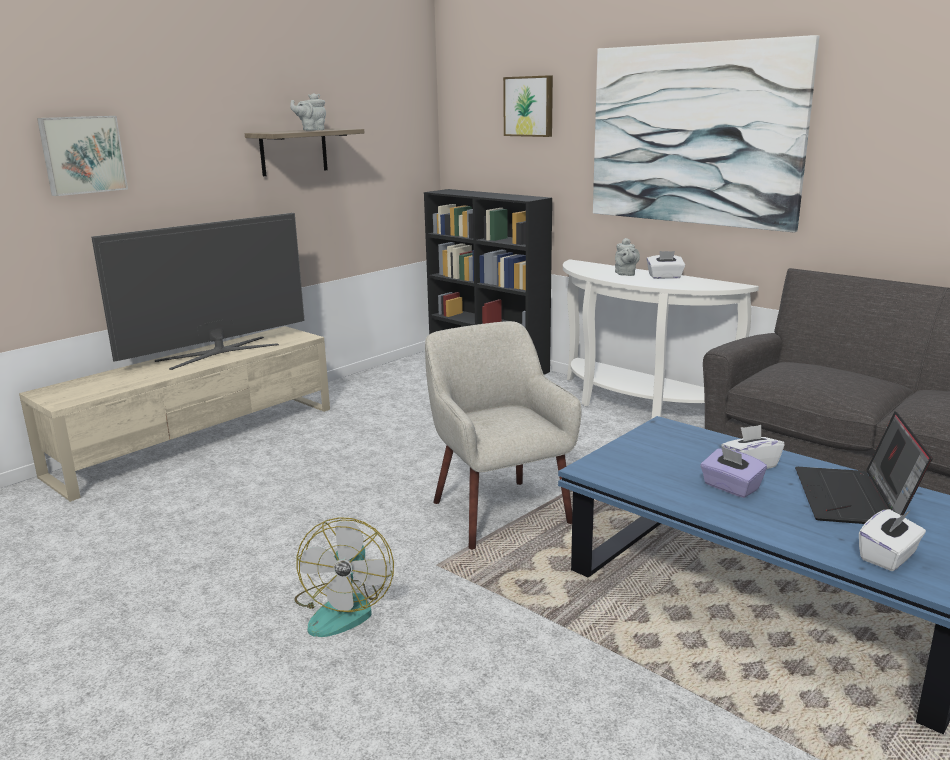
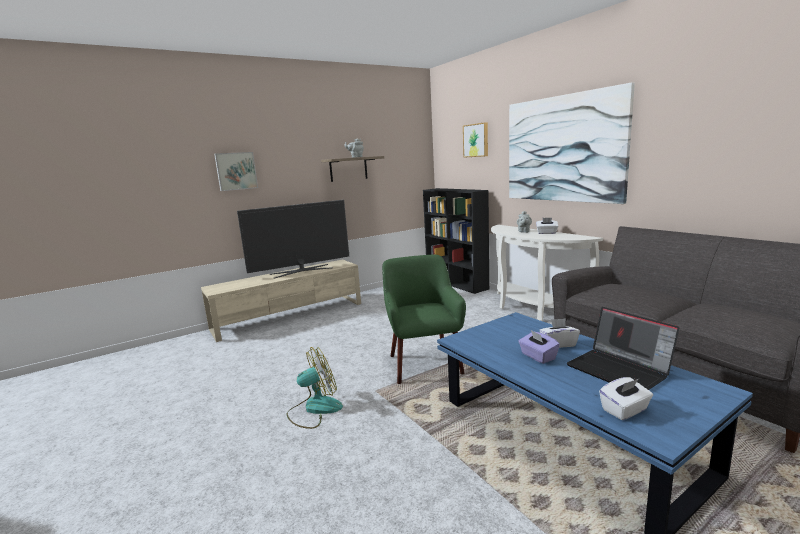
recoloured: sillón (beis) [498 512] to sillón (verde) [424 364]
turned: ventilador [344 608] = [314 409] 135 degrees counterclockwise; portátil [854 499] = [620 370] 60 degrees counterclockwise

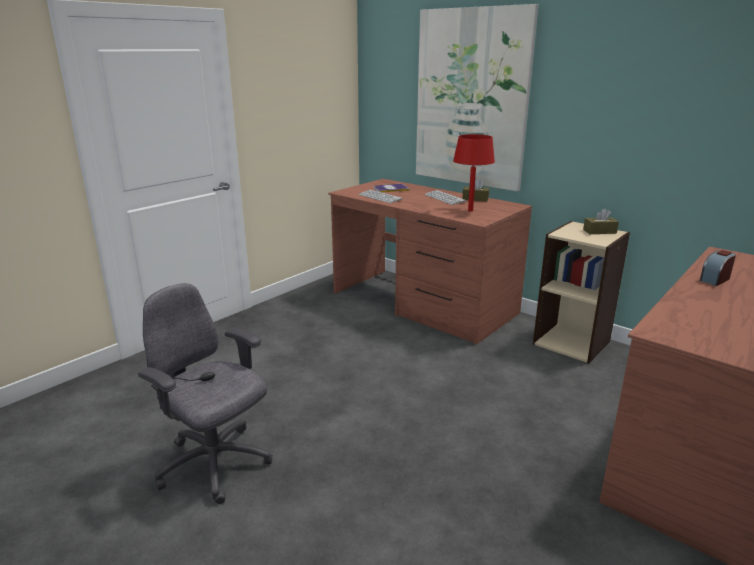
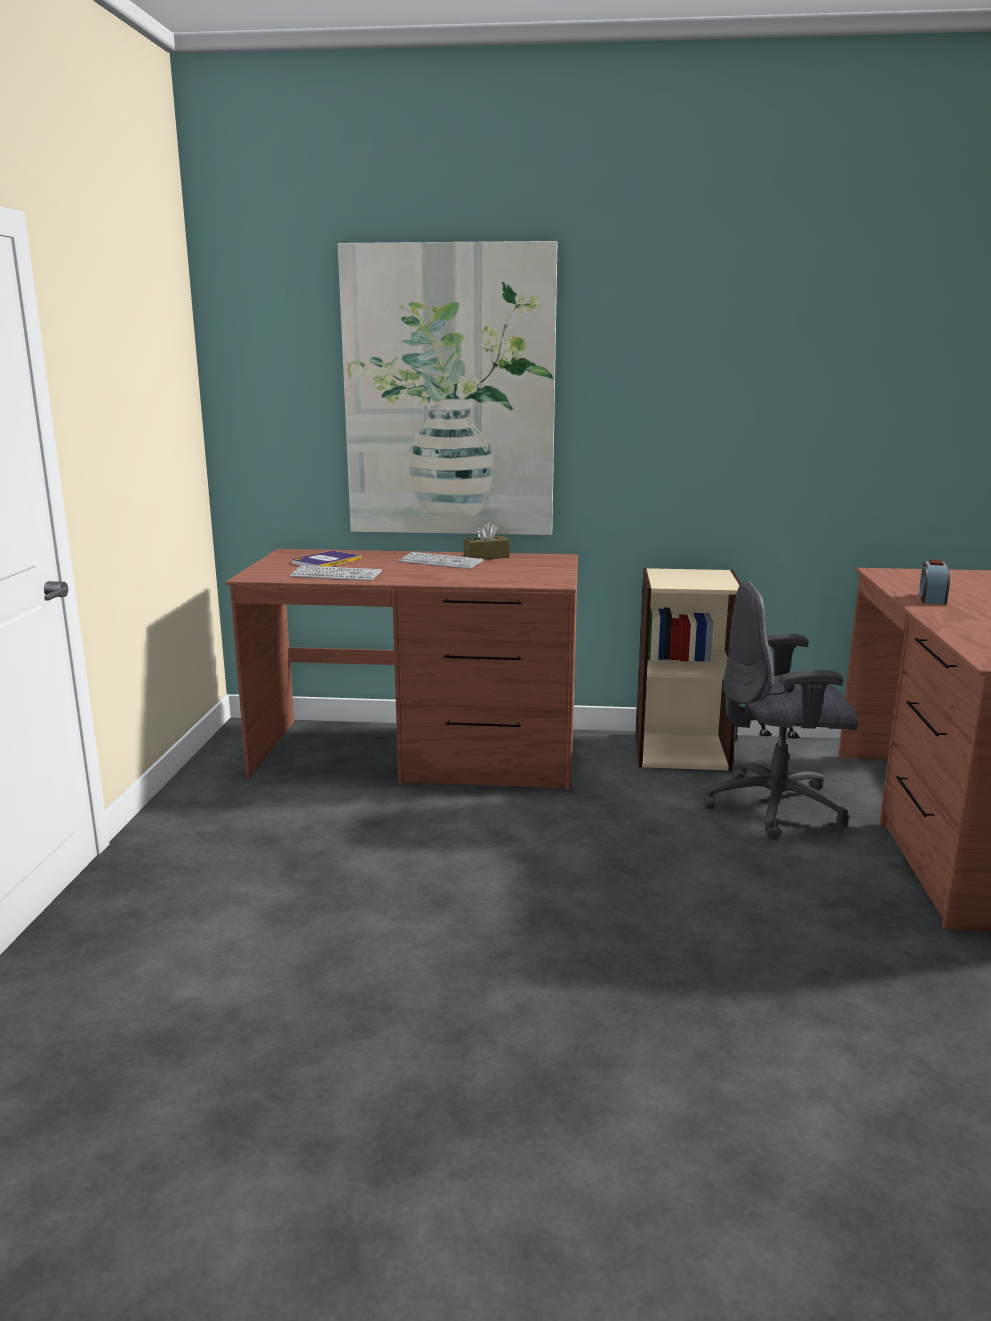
removed: lámpara de mesa (rojo) [470 210]; caja de pañuelos (marrón) [599 231]
moved: silla de oficina (gris) [215 465] to [777 807]

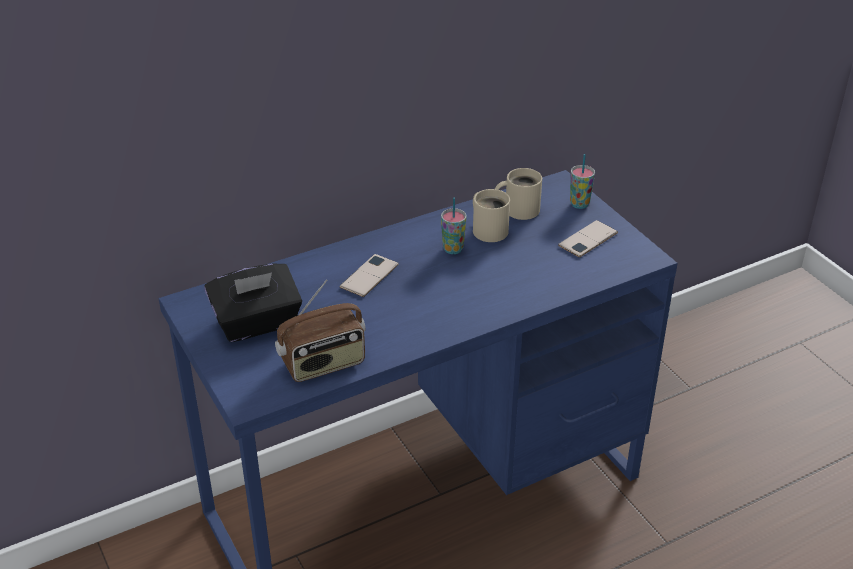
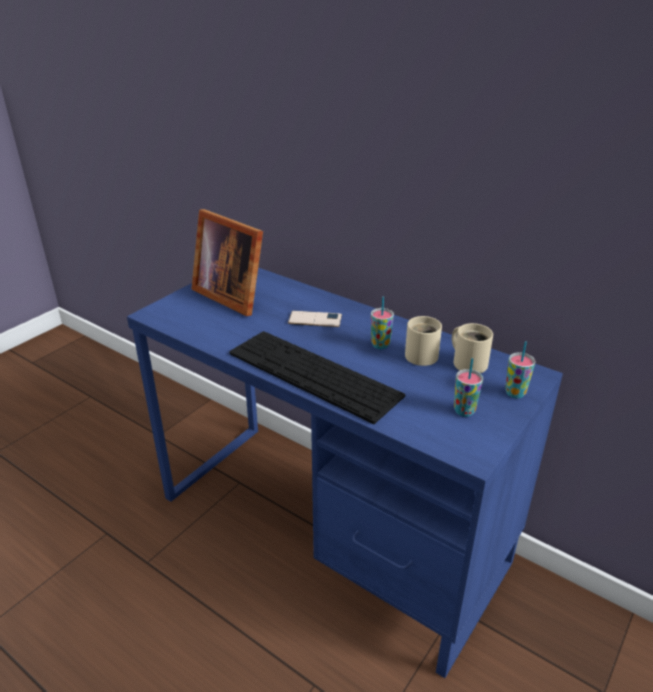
removed: radio [323 364]
added: teclado [313 374]
replaced: caja de pañuelos (negro) [257 323] to portarretratos [231 295]; móvil [588 239] to taza [464 411]

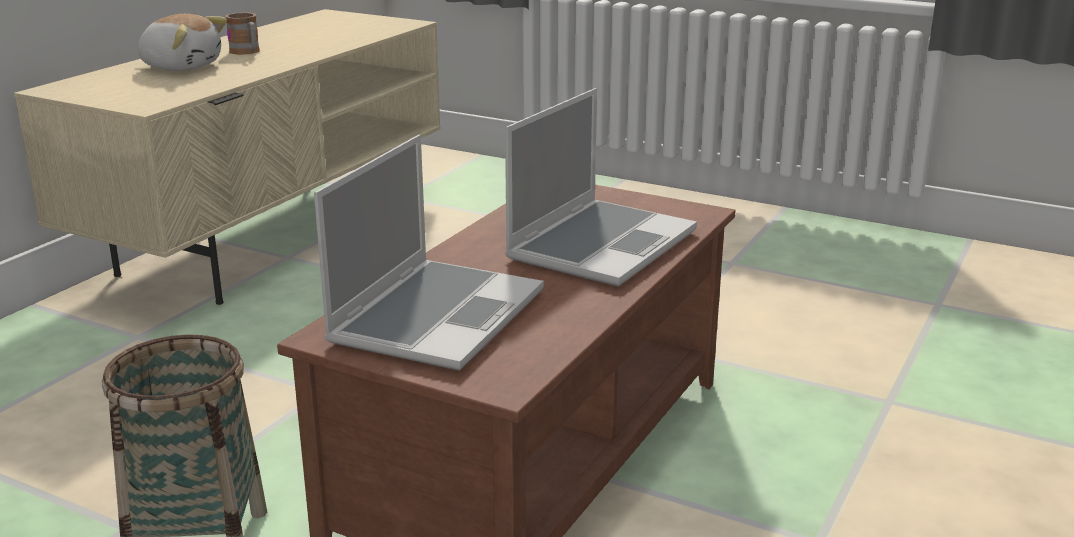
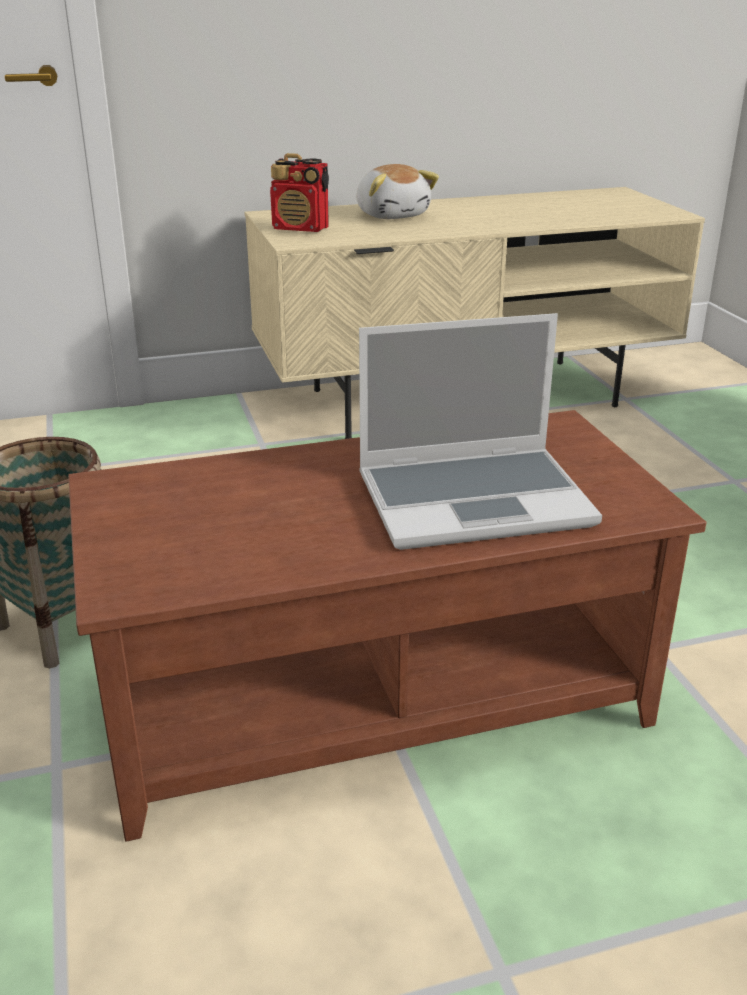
removed: taza grande [247 52]; portátil [437 316]
added: radio [301 229]

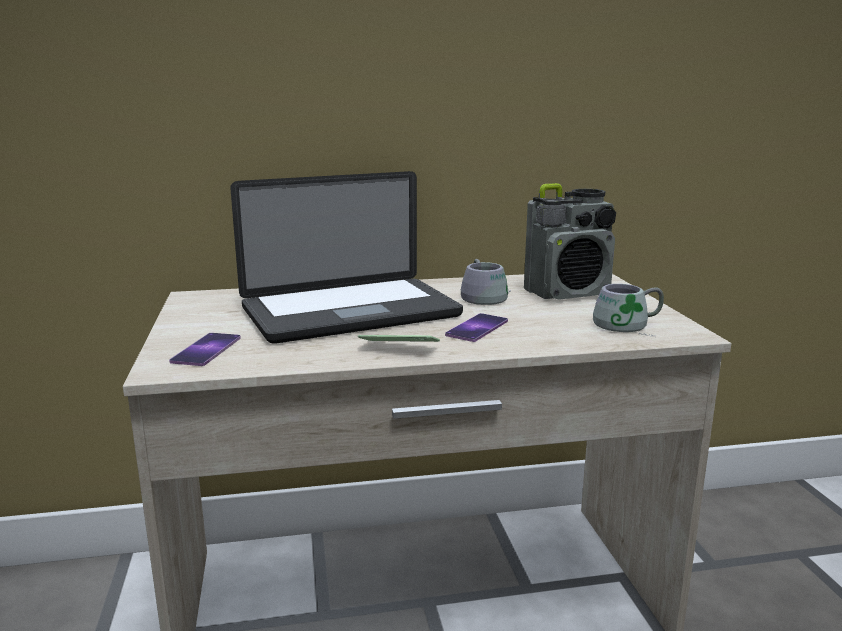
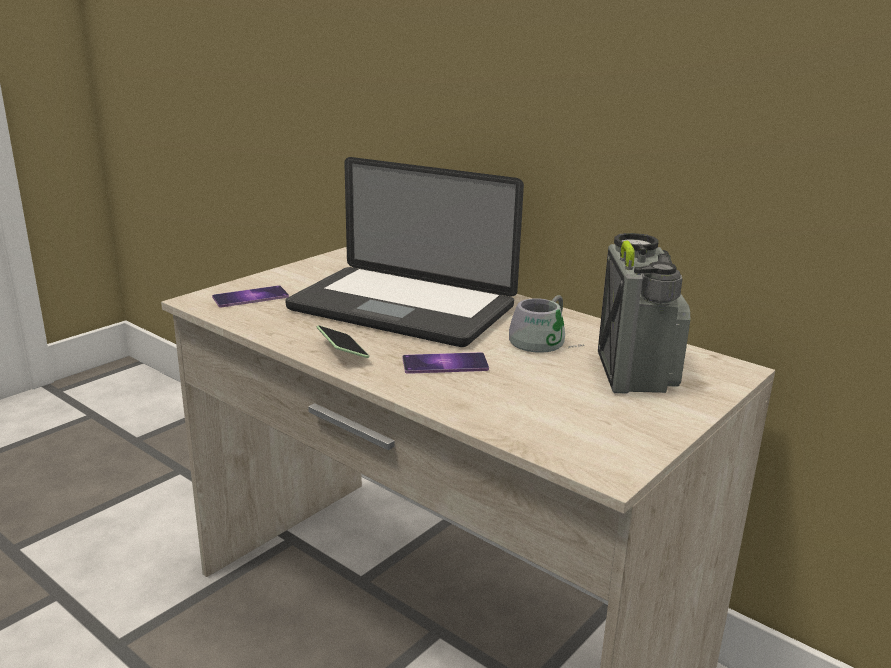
removed: taza grande (gris) [629 326]
turned: radio [568 293] = [635 372] 120 degrees counterclockwise

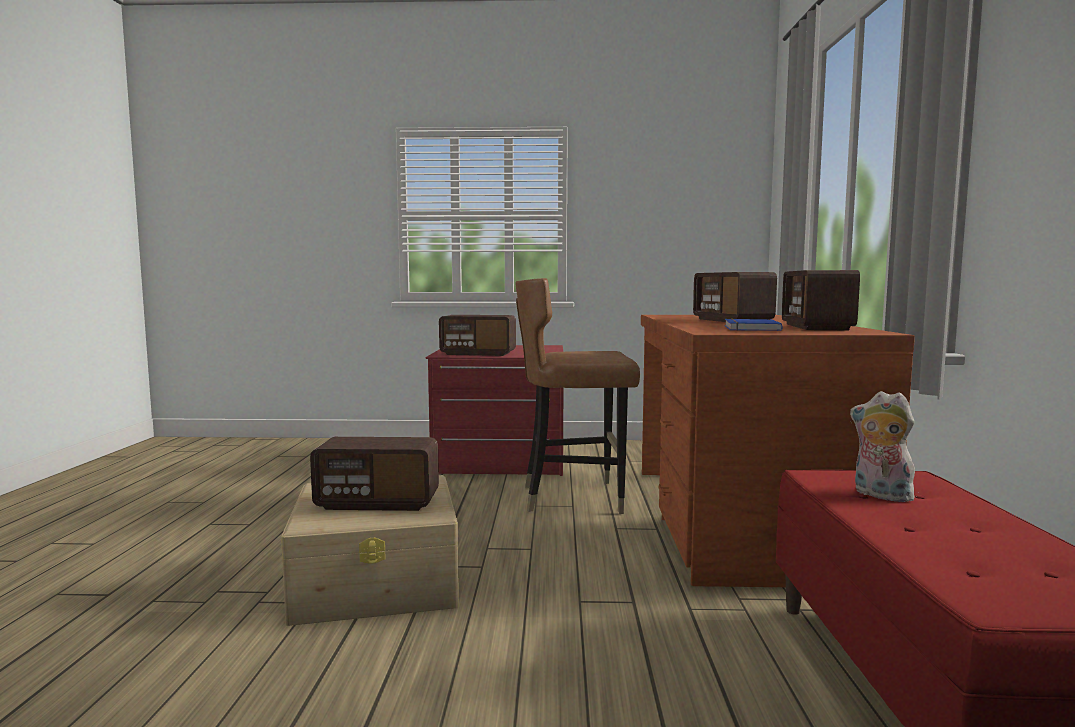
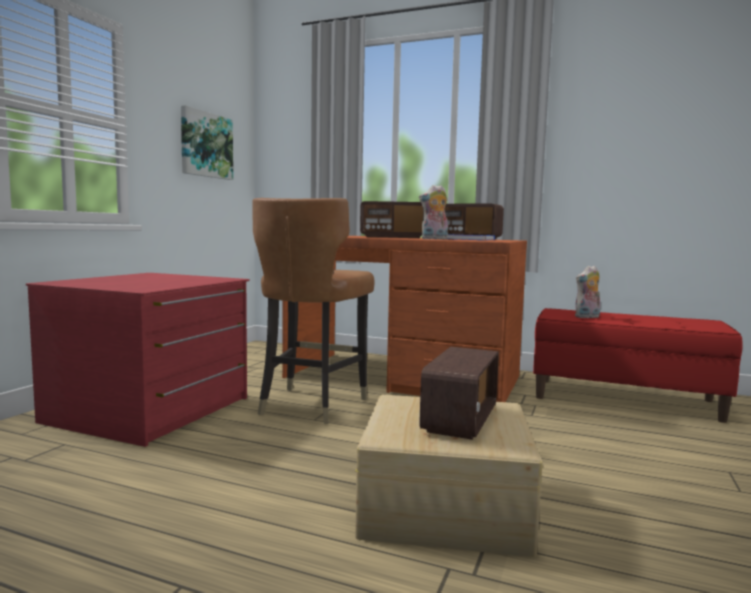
removed: radio [478 354]
added: cuadro [206 145]; peluche [434 239]

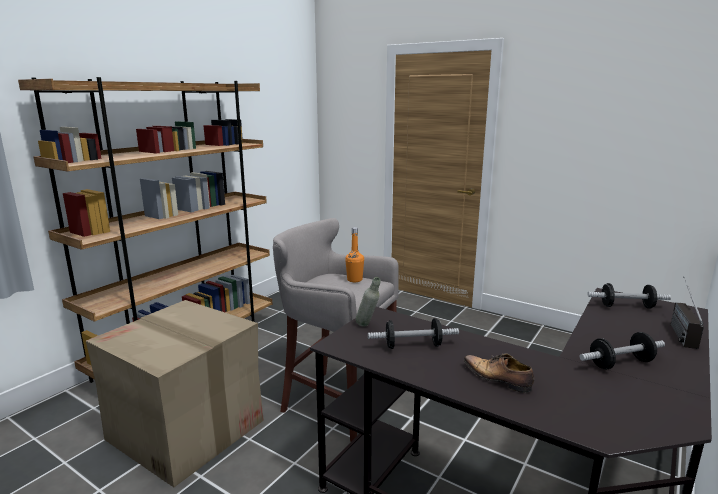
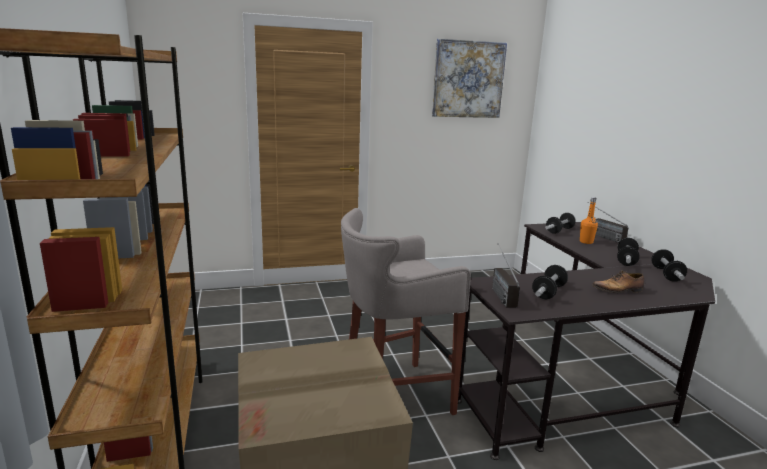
added: cuadro [468 79]; mancuerna [666 274]
moved: botella (naranja) [354 280] to [586 242]
replaced: botella (gris) [368 326] to radio [498 292]

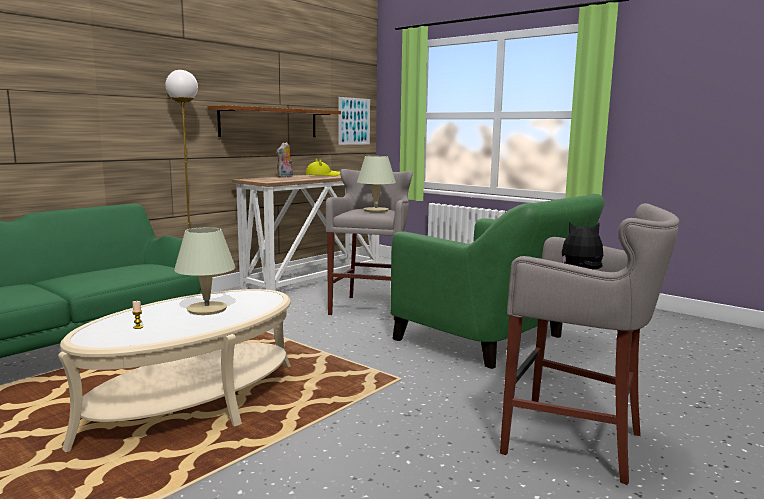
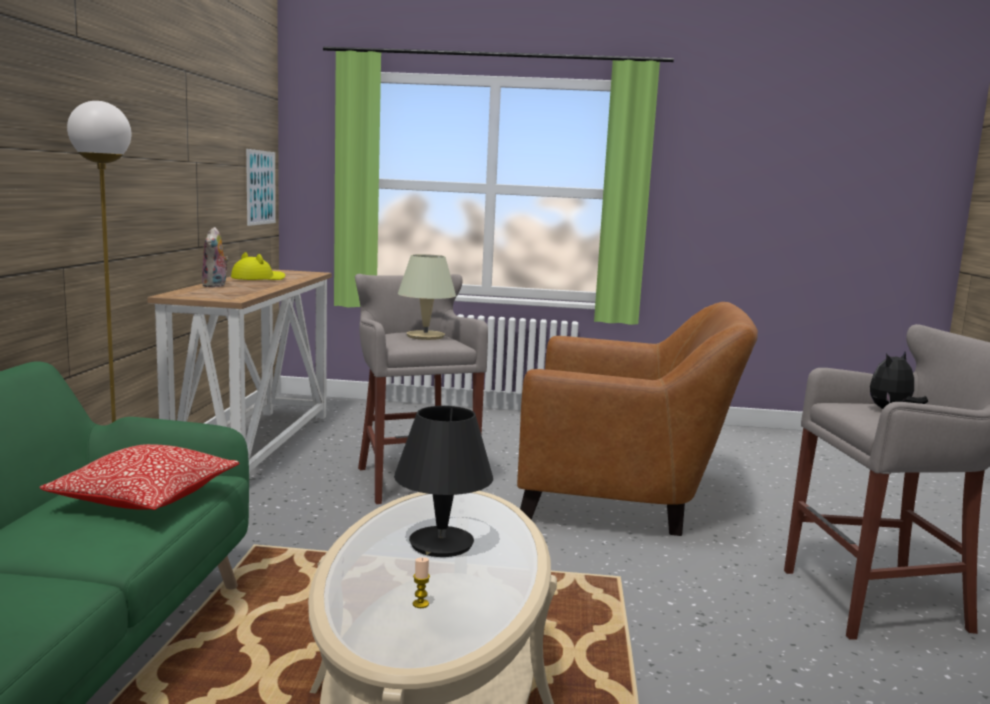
removed: estante (marrón) [269 123]
added: cojín [145 498]
recoloured: lámpara de mesa (beis) [206 309] to lámpara de mesa (negro) [441 544]; sillón (verde) [493 340] to sillón (marrón) [624 497]

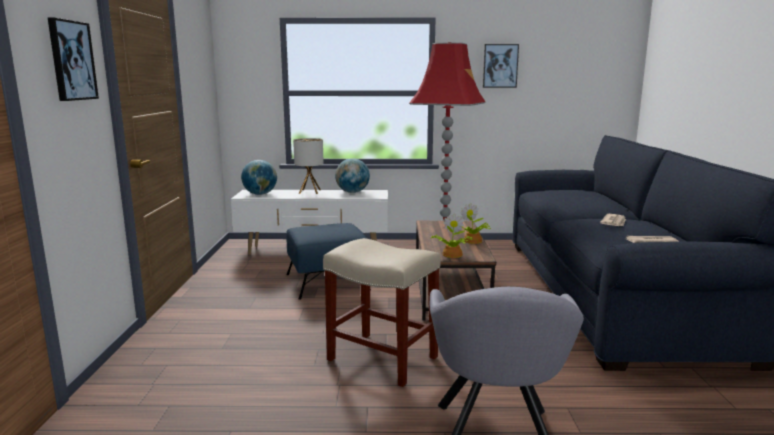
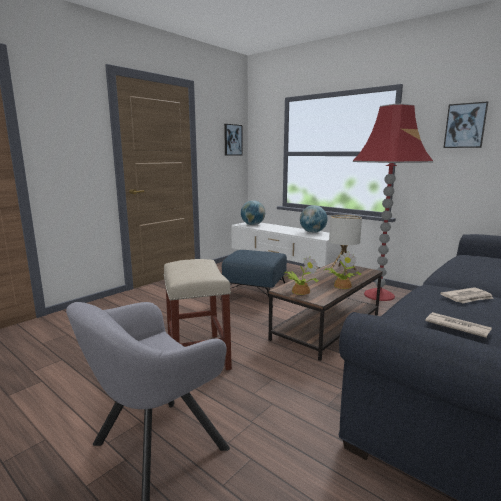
moved: cuadro [71 60] to [232 140]; lámpara de mesa [310 191] to [342 270]

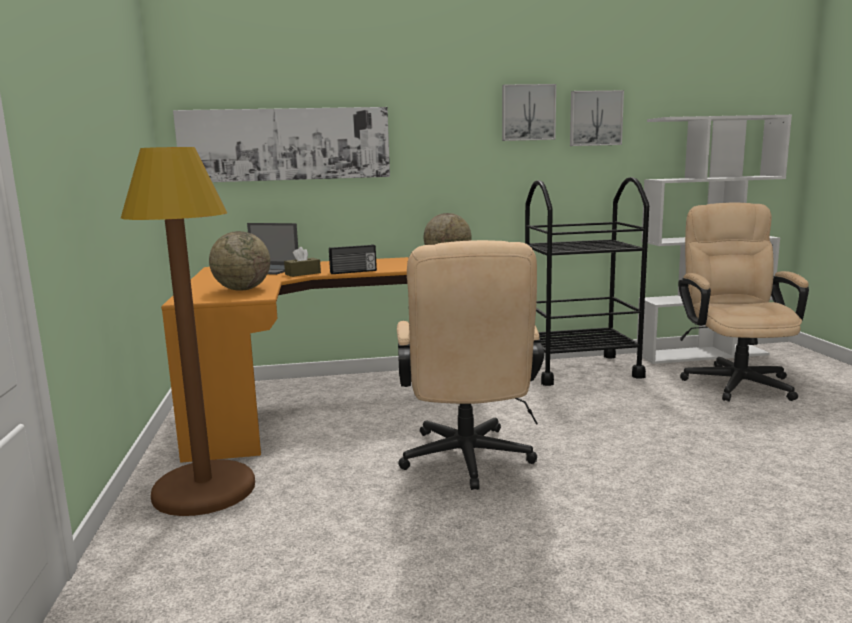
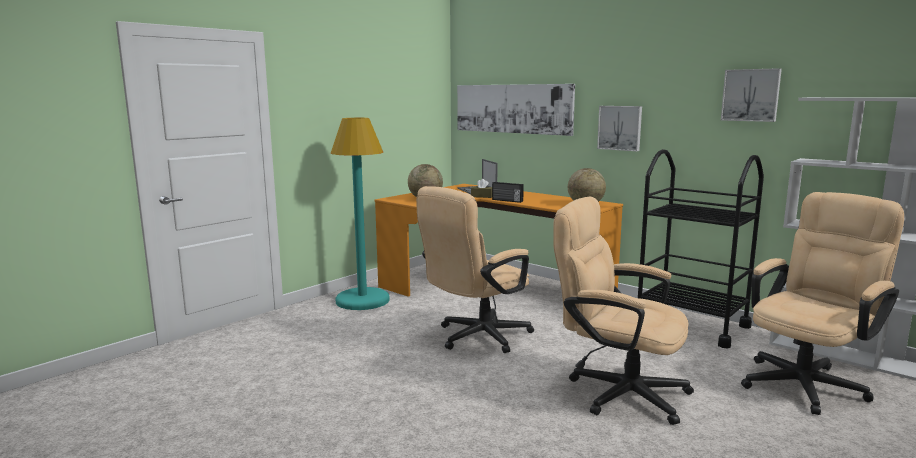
added: silla de oficina (beis) [617 391]
moved: cuadro [528 112] to [620 128]
recoloured: lámpara de pie (marrón) [204 490] to lámpara de pie (turquesa) [362 300]

